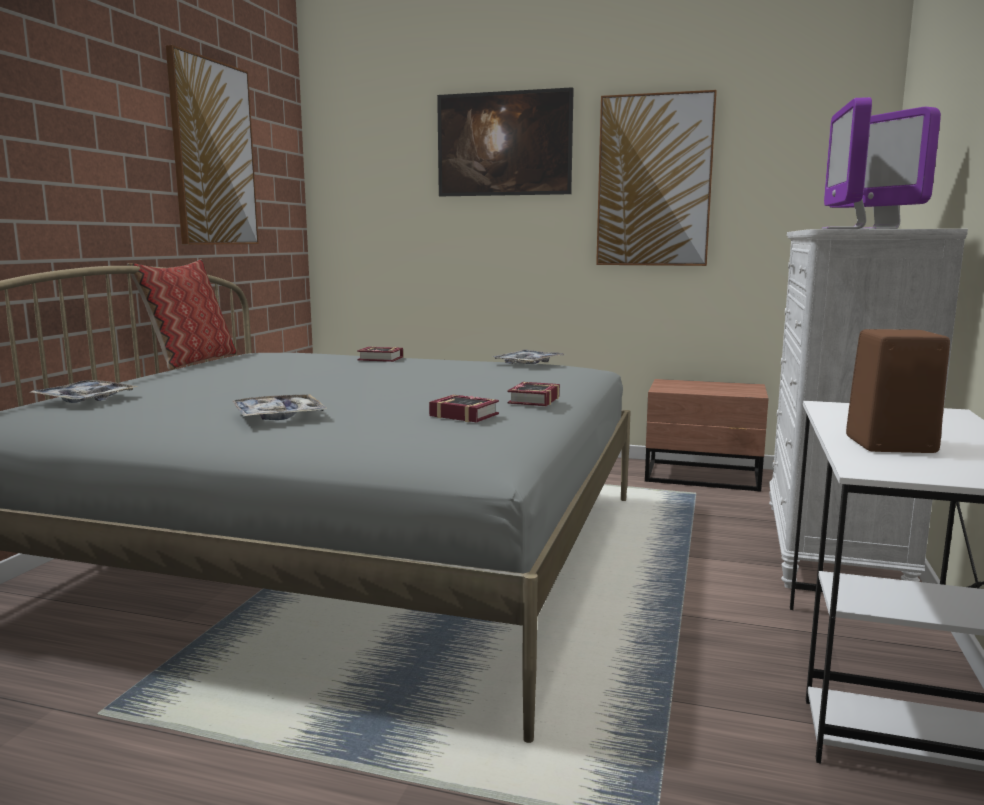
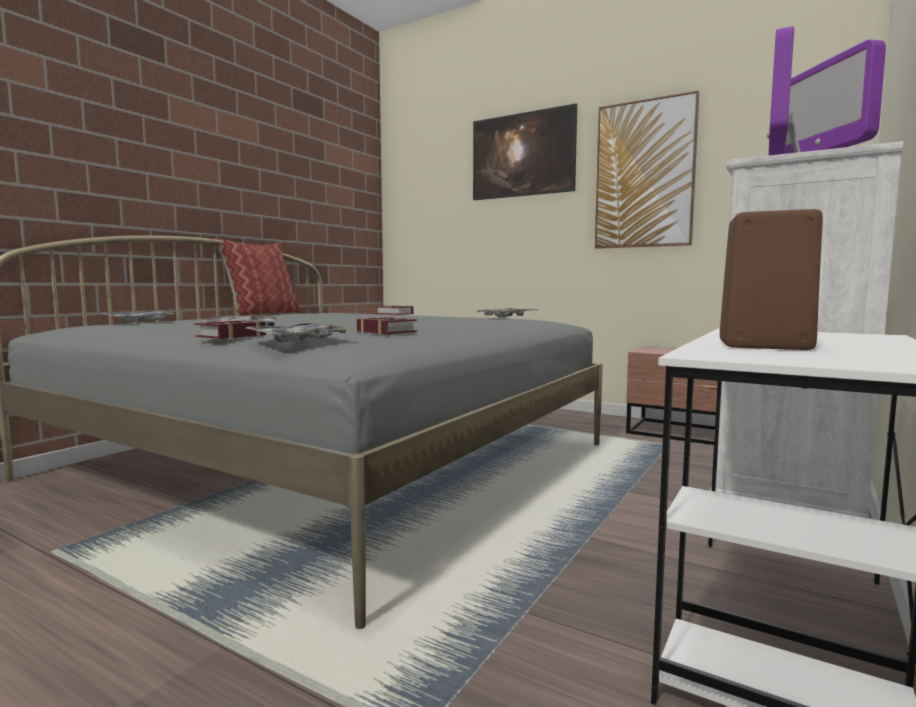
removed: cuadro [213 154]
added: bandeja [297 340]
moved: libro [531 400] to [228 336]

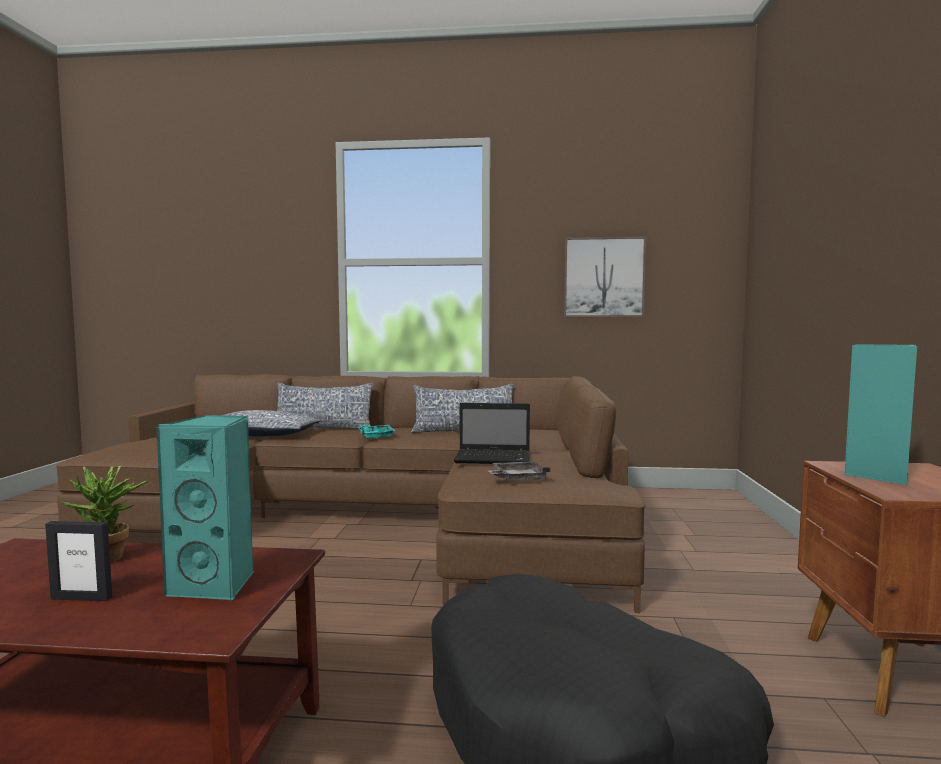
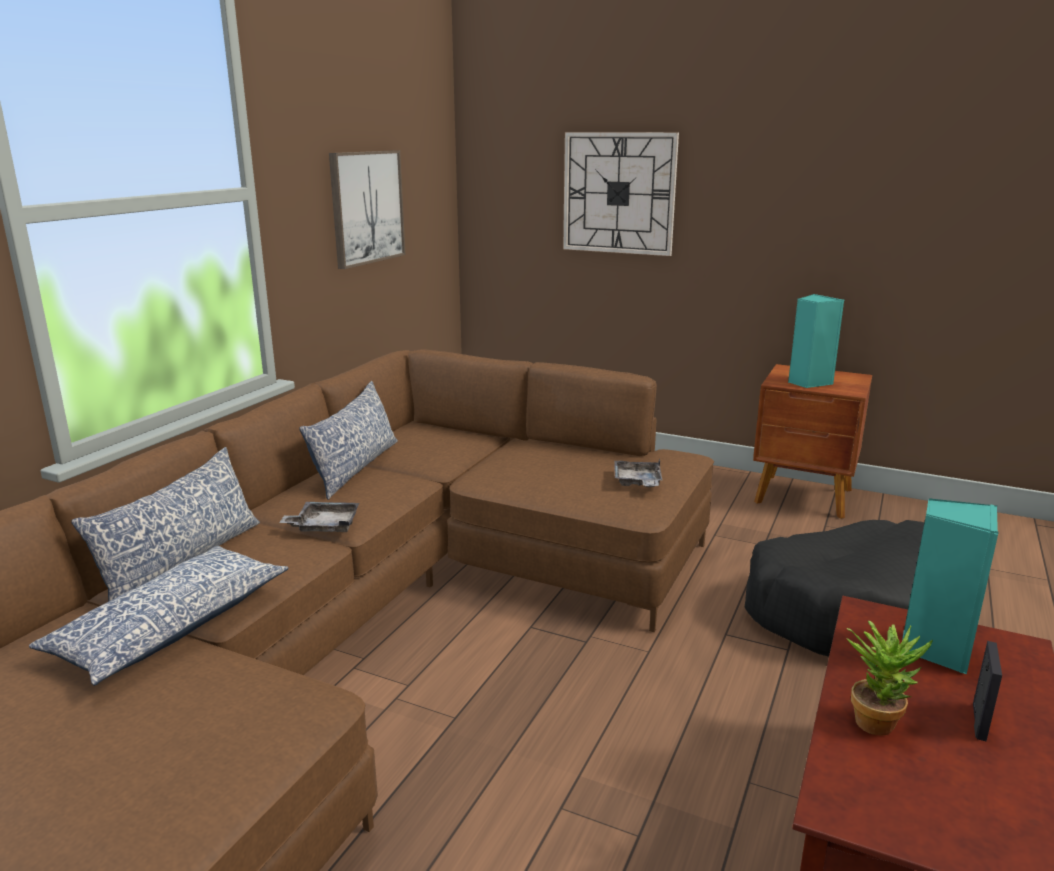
removed: portátil [495 459]
added: reloj de pared [619 193]
recoloured: bandeja (turquesa) [375 436] to bandeja (gris) [324 526]

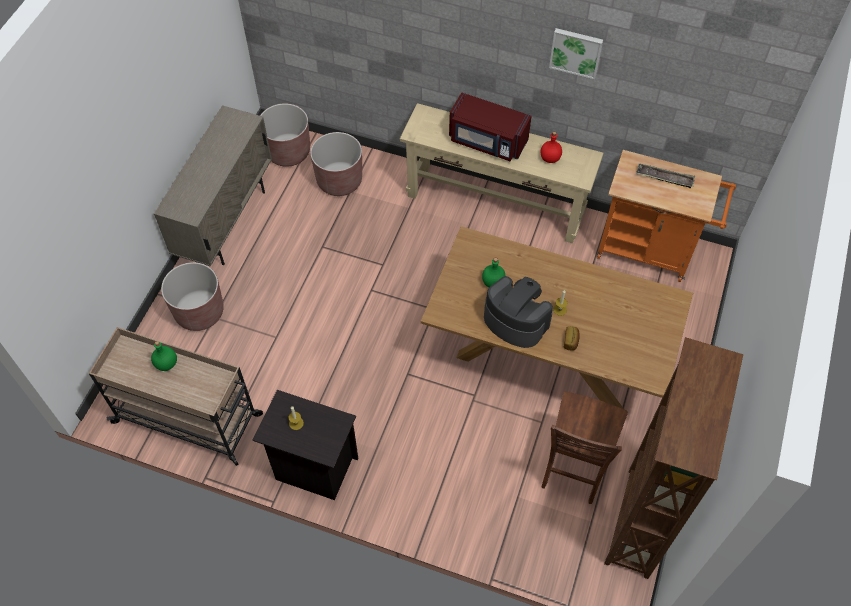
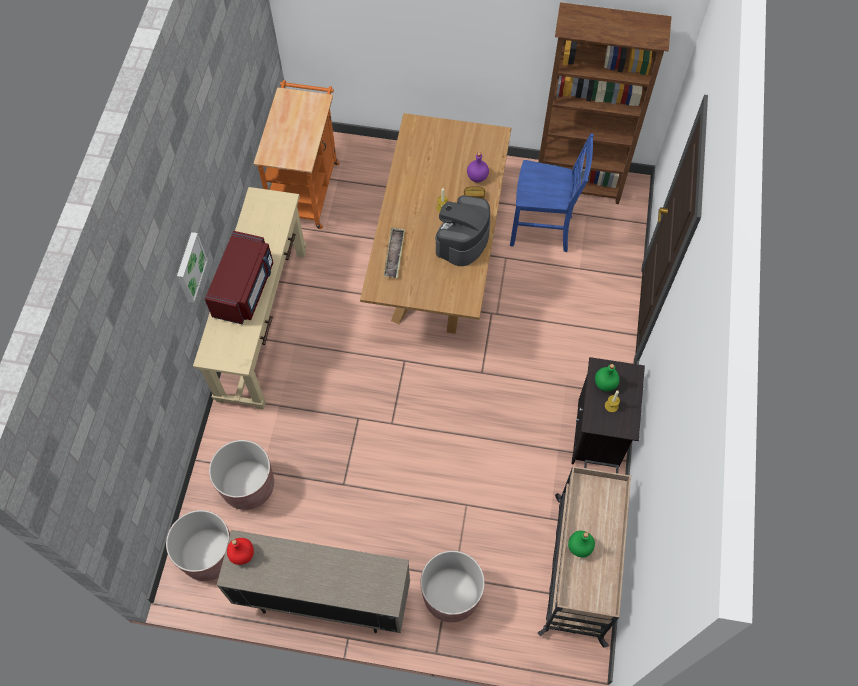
added: botella (morado) [477 177]
moved: botella (verde) [493 282] to [604 383]; botella (rojo) [550 158] to [242 554]; cuadro [576 52] to [189 267]; bandeja [664 178] to [394 255]
recoloured: silla (marrón) [574 468] to silla (azul) [542 230]

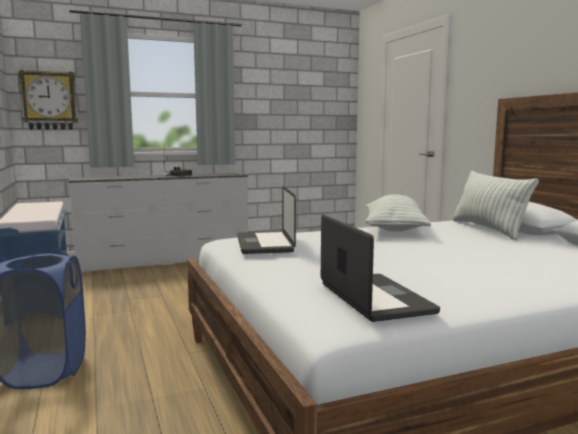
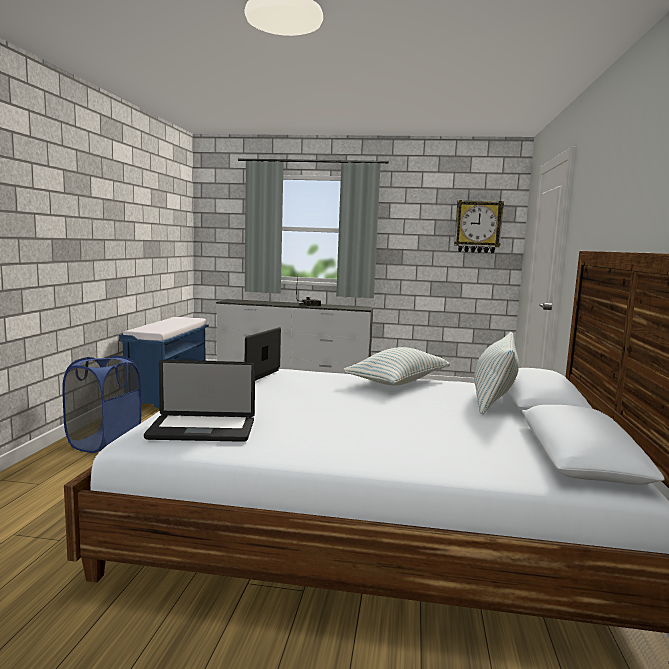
moved: reloj de pared [49 100] to [478 227]
turned: portátil [374 298] = [202 430] 75 degrees clockwise

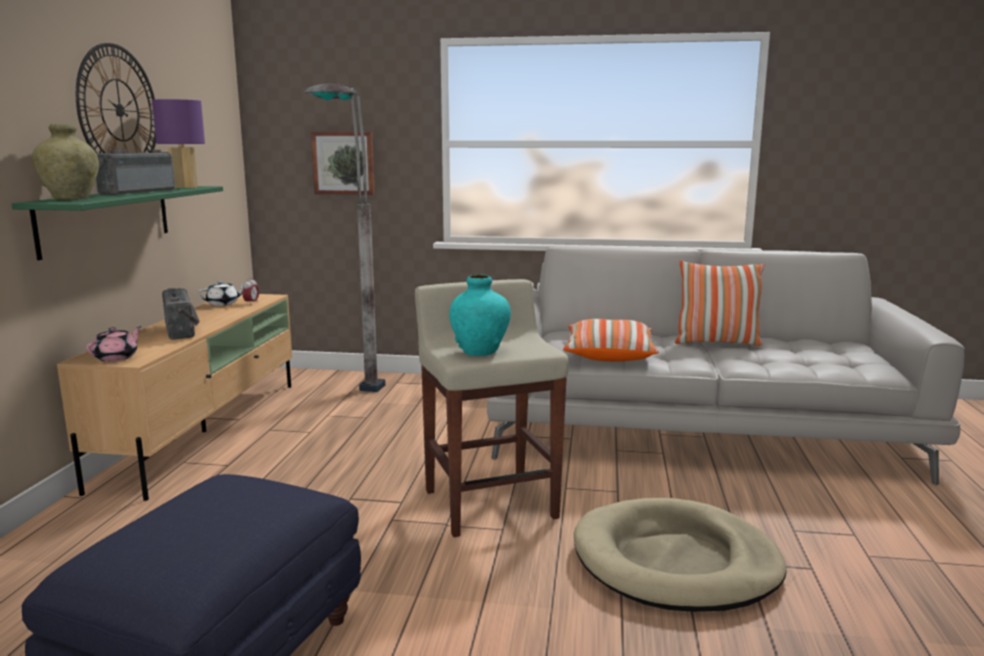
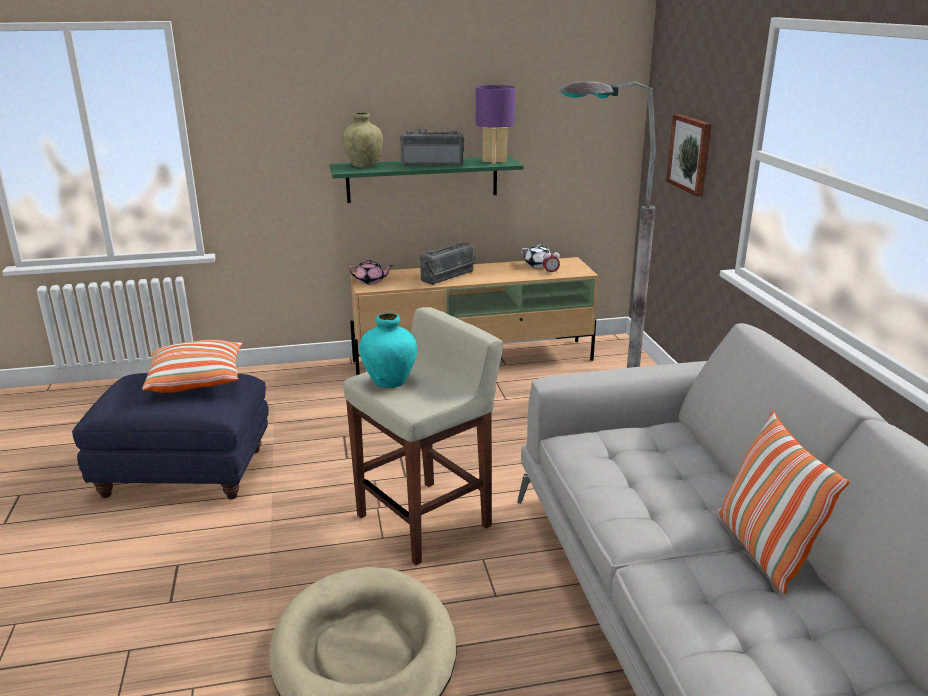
removed: reloj de pared [119 110]
moved: cojín [609 355] to [197 380]

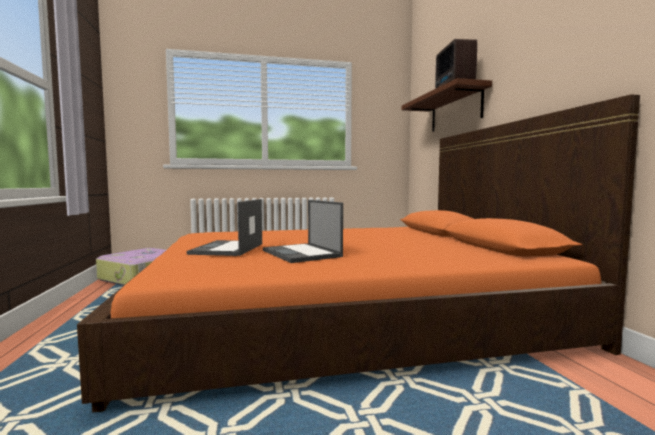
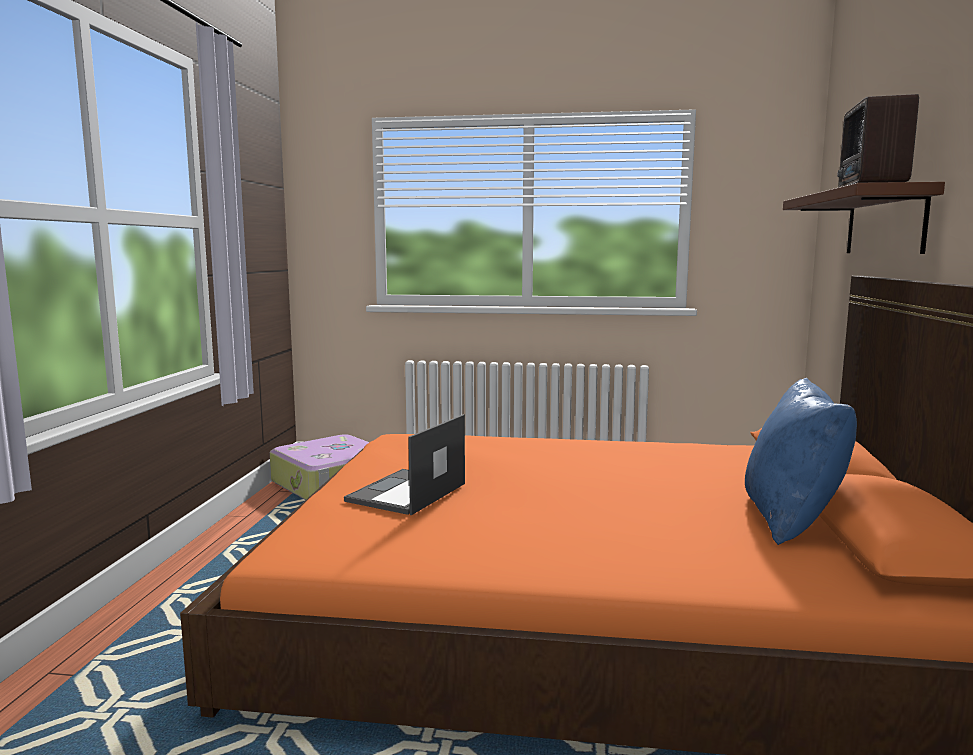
removed: portátil [302 253]
added: cojín (azul) [791 519]

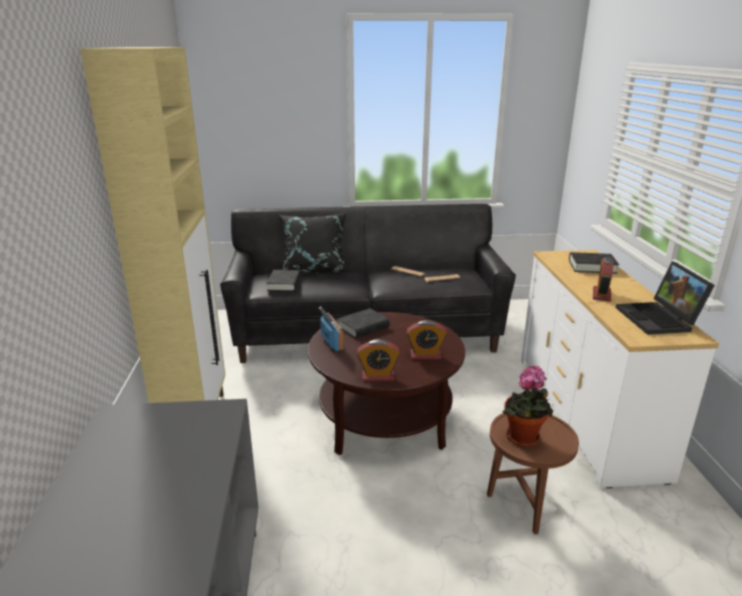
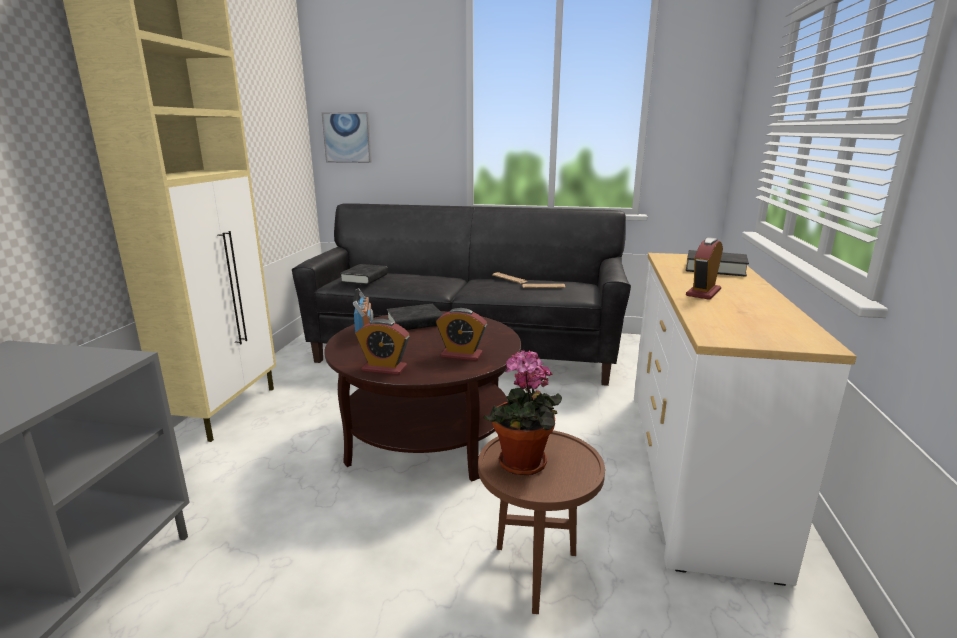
removed: cojín (negro) [314 270]; portátil [659 319]
added: cuadro [347 137]

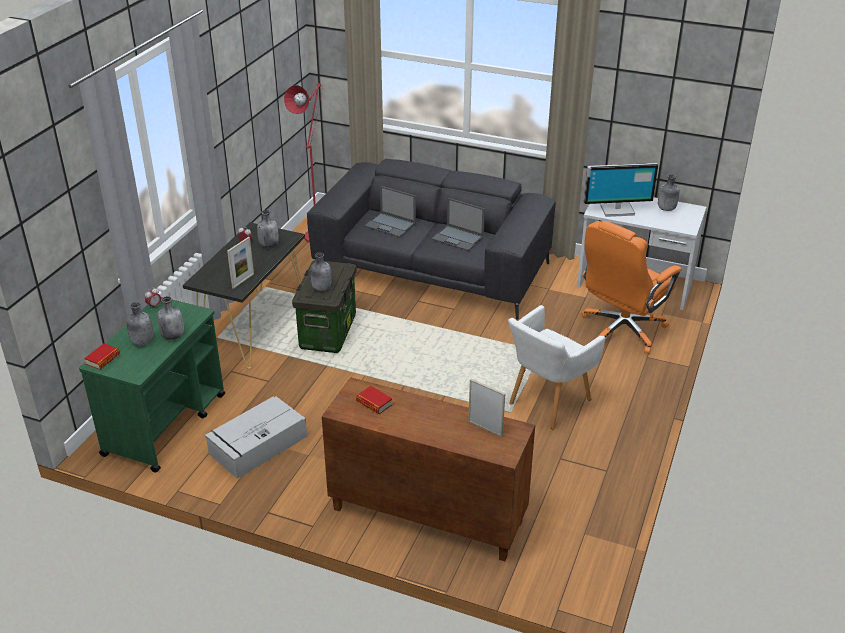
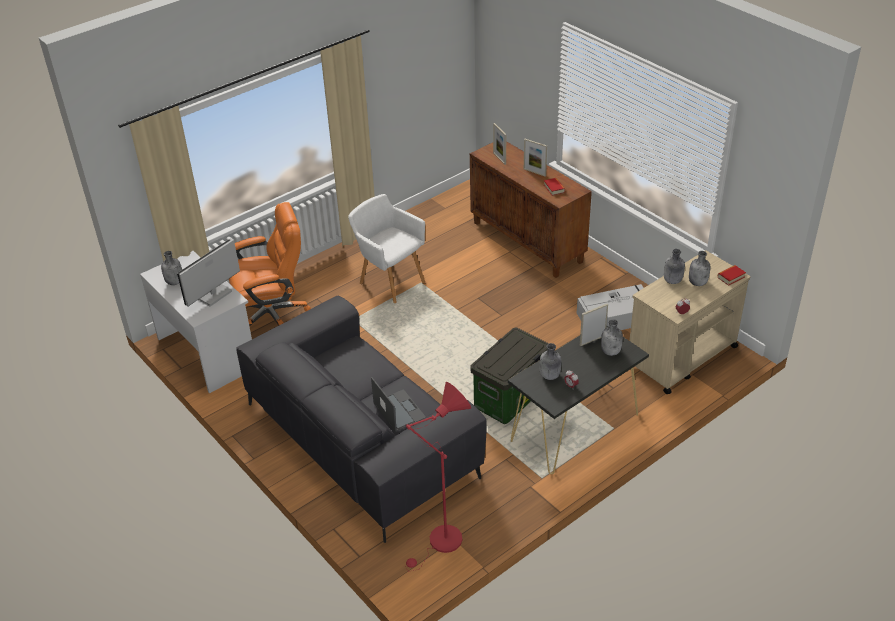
removed: portátil [458 238]
added: portarretratos [534 172]
moved: botella (gris) [321 288] to [611 351]
recoloured: carrito (verde) [166 424] to carrito (beis) [681 357]
turned: sillón (blanco) [547 403] = [390 281] 120 degrees counterclockwise; monitor [617 209] = [214 295] 75 degrees counterclockwise

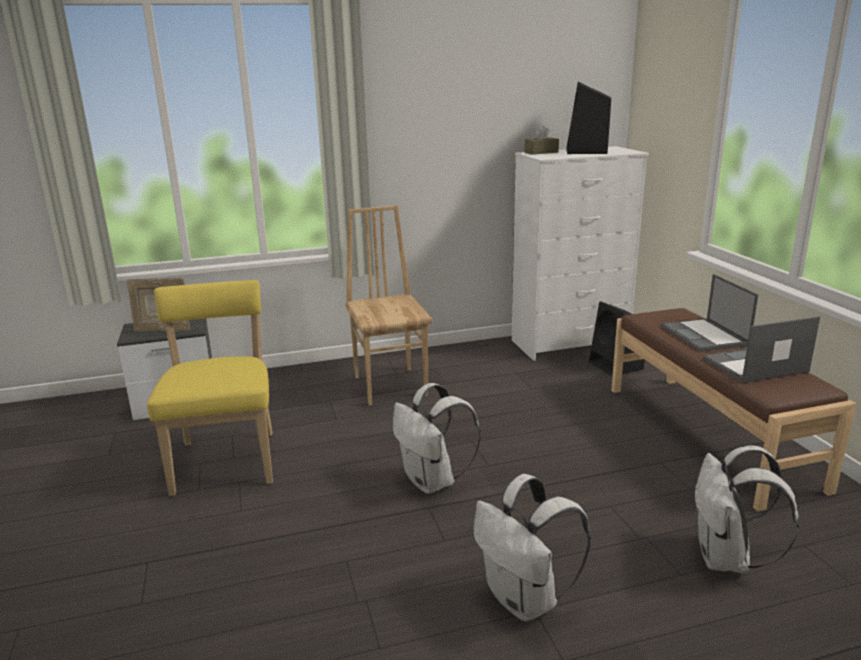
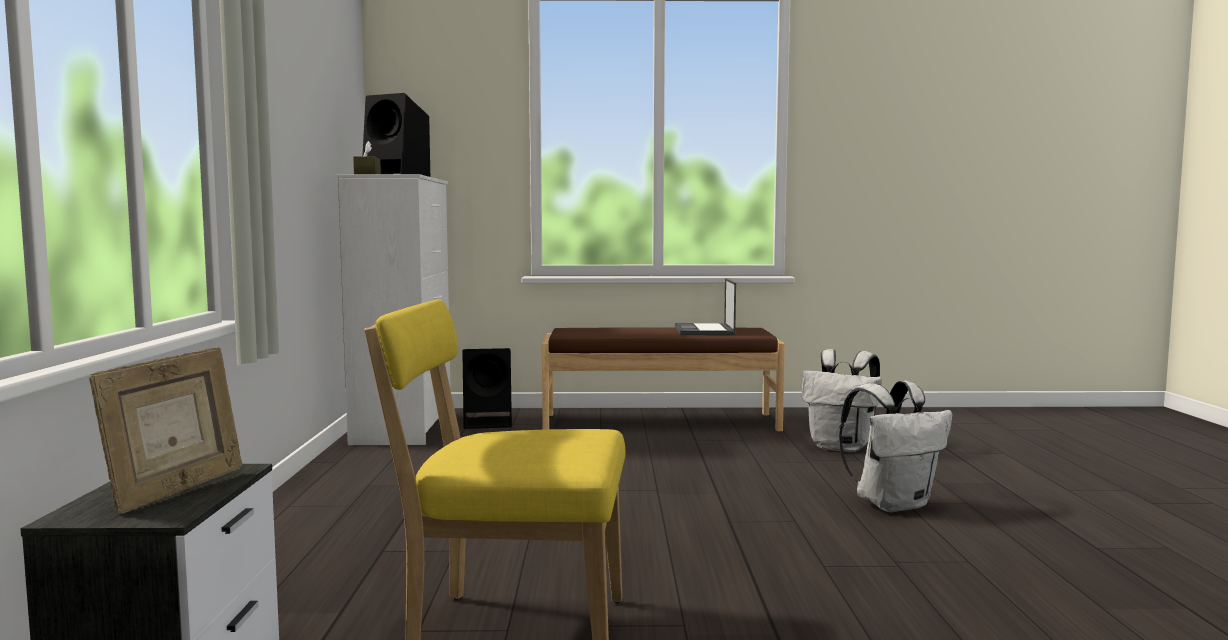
removed: silla (marrón) [391 385]; mochila (blanco) [433 482]; portátil [705 336]

